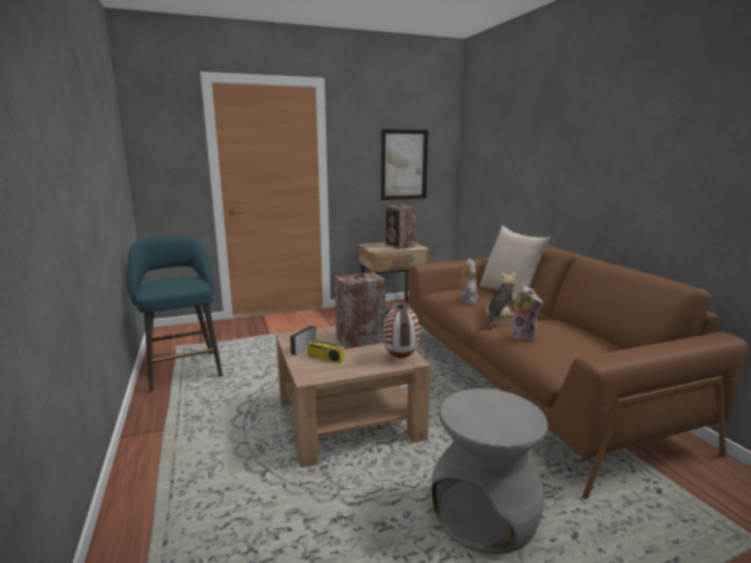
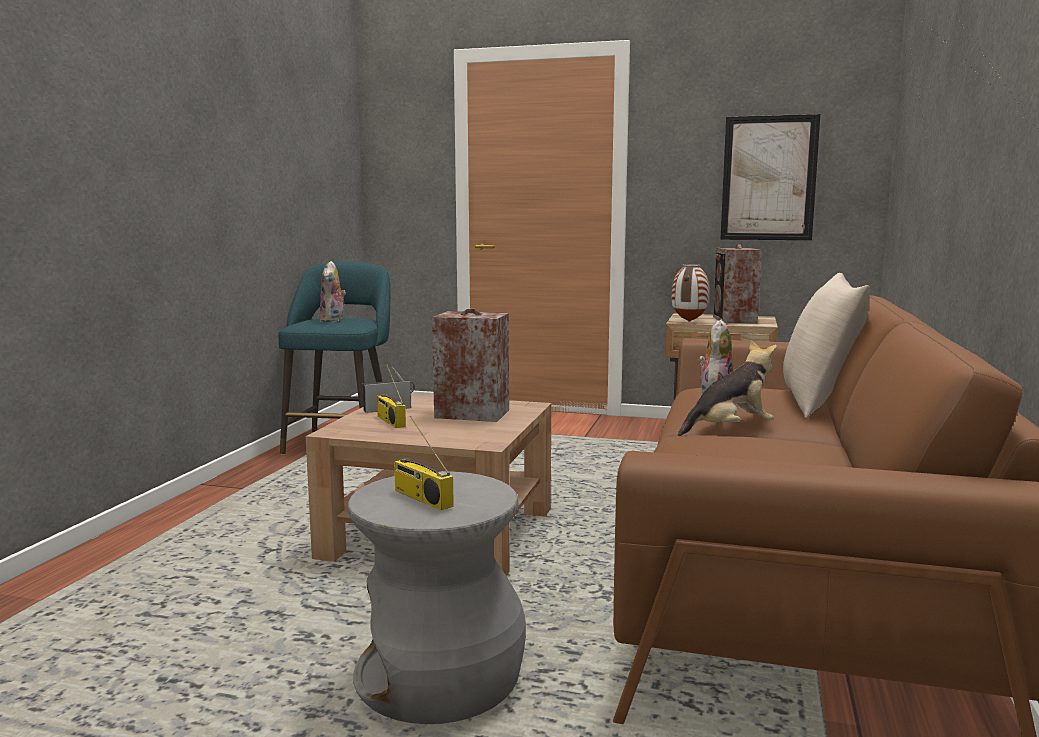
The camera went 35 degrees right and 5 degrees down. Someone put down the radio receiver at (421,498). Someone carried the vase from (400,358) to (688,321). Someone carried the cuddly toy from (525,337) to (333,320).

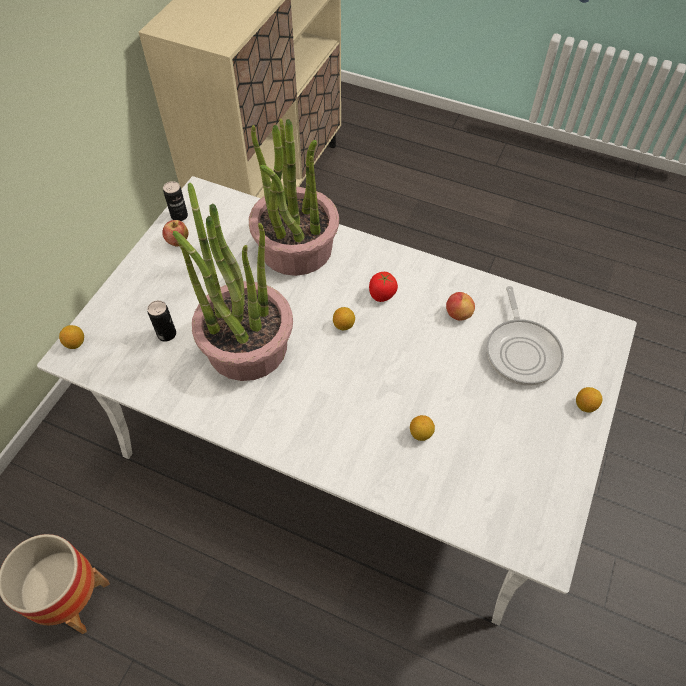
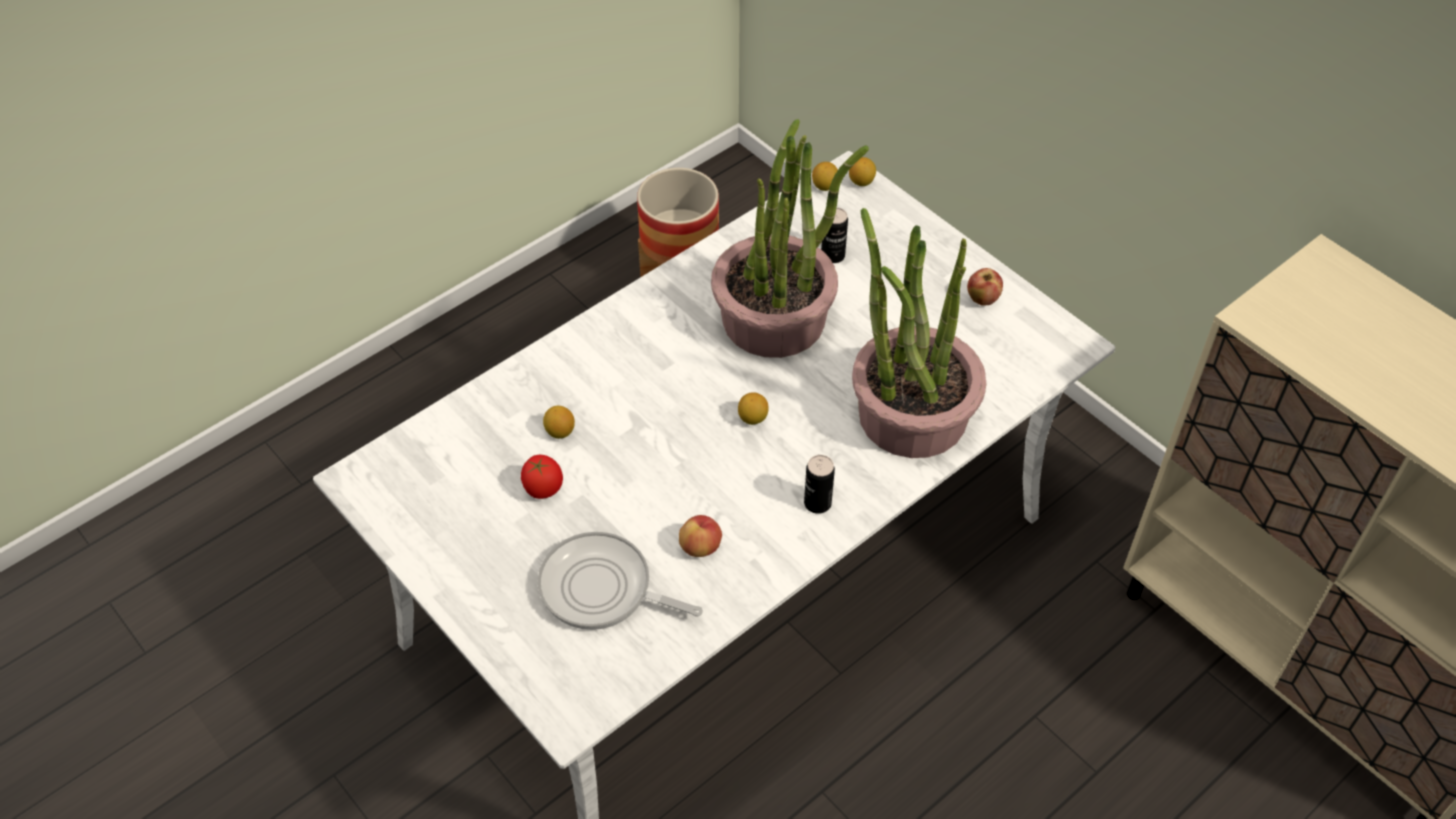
The camera went 115 degrees right and 5 degrees down. Someone carried the metal can from (179,216) to (817,503). Someone carried the whole tomato from (382,295) to (543,488). Someone carried the lemon from (585,405) to (824,186).

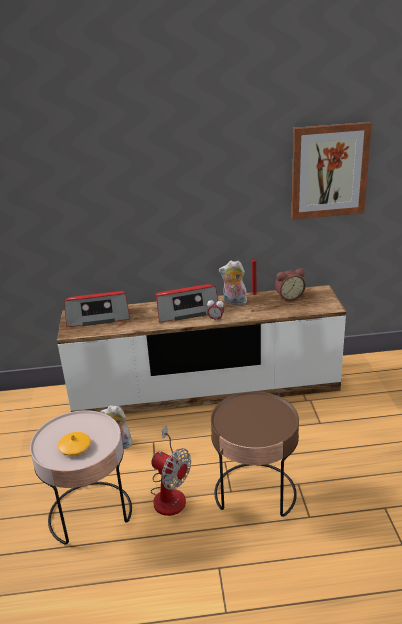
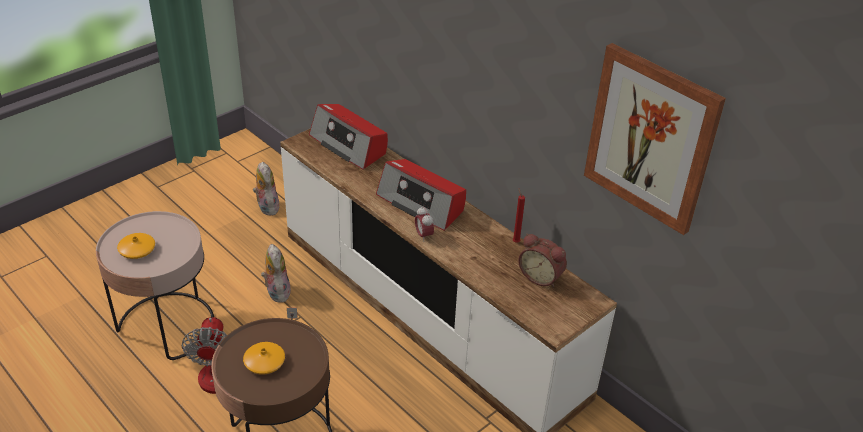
The camera went 50 degrees right and 10 degrees up. Someone put down the vase (orangey) at (264,362). Someone carried the cuddly toy from (234,302) to (266,207).

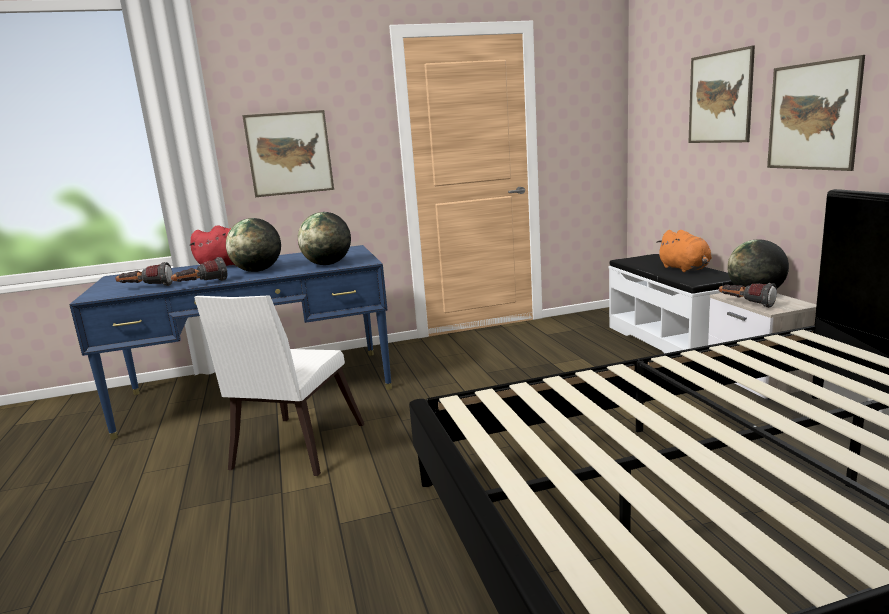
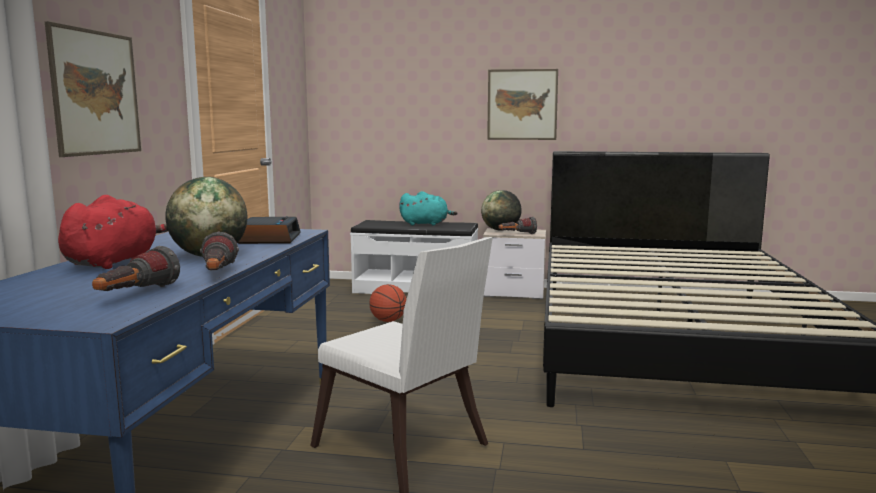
The camera went 65 degrees left and 5 degrees down. Someone took away the wall art at (720,98). Someone put down the ball for basketball at (388,321). Someone swapped the globe at (327,264) for the bedside clock at (268,238). Someone repainted the cuddly toy (orangey) at (685,269), which became the cuddly toy (turquoise-coloured) at (426,224).

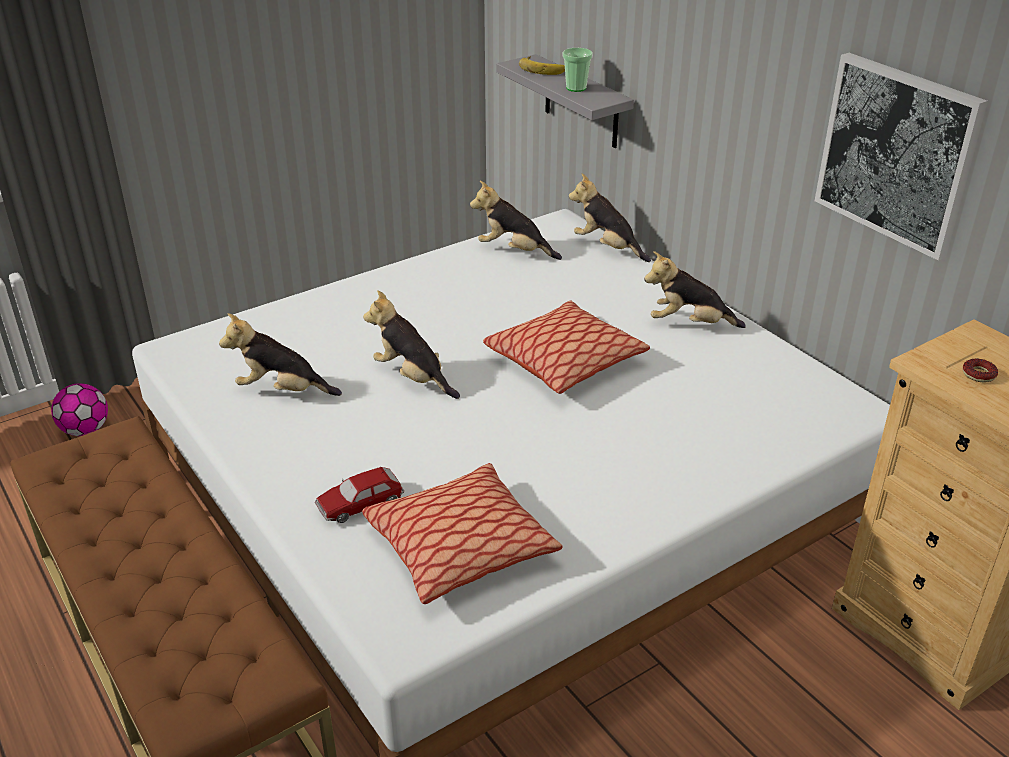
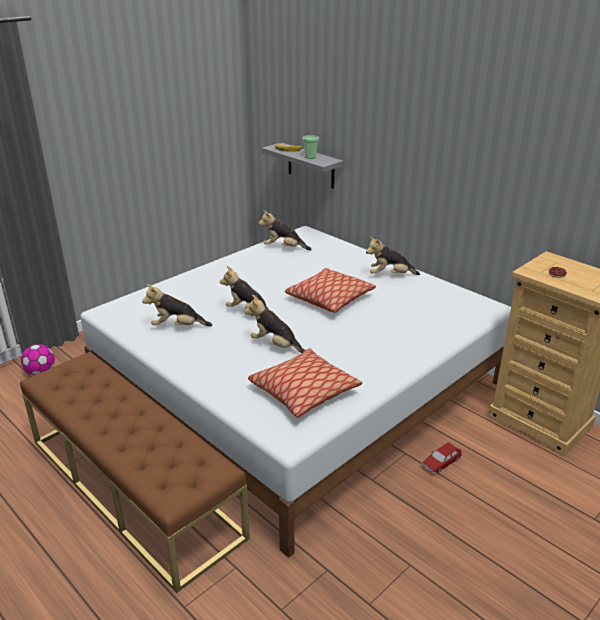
The camera went 10 degrees left and 5 degrees down. Someone took away the wall art at (897,154). Someone carried the model car from (360,504) to (441,462). Someone carried the cuddly toy from (607,247) to (276,346).

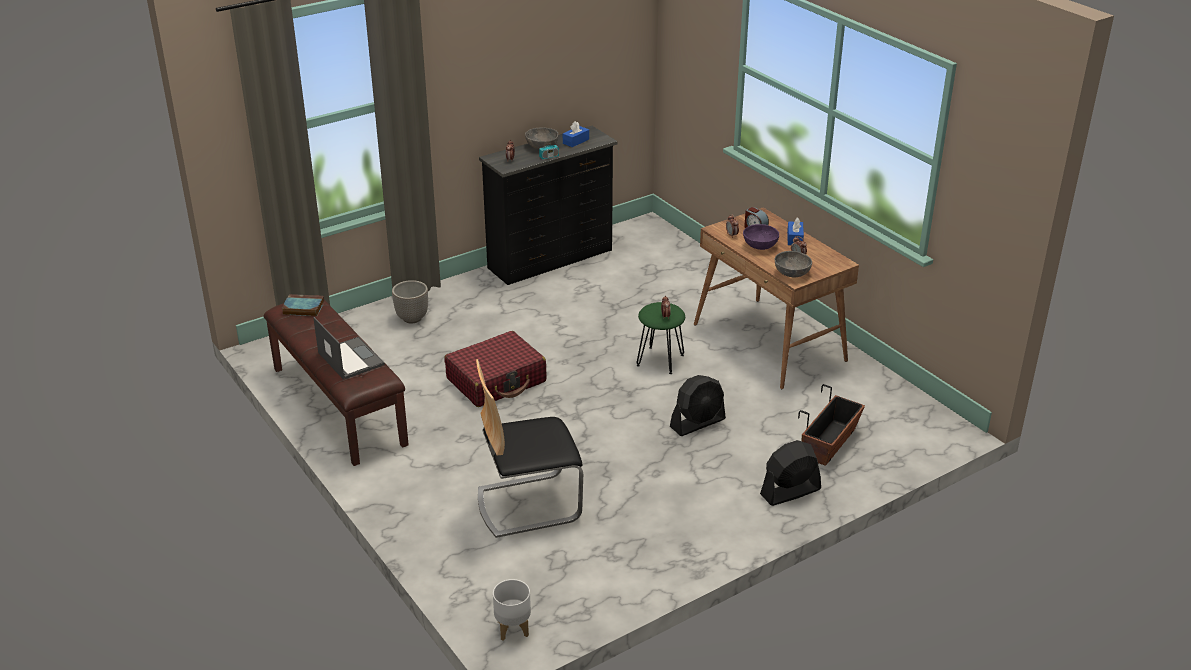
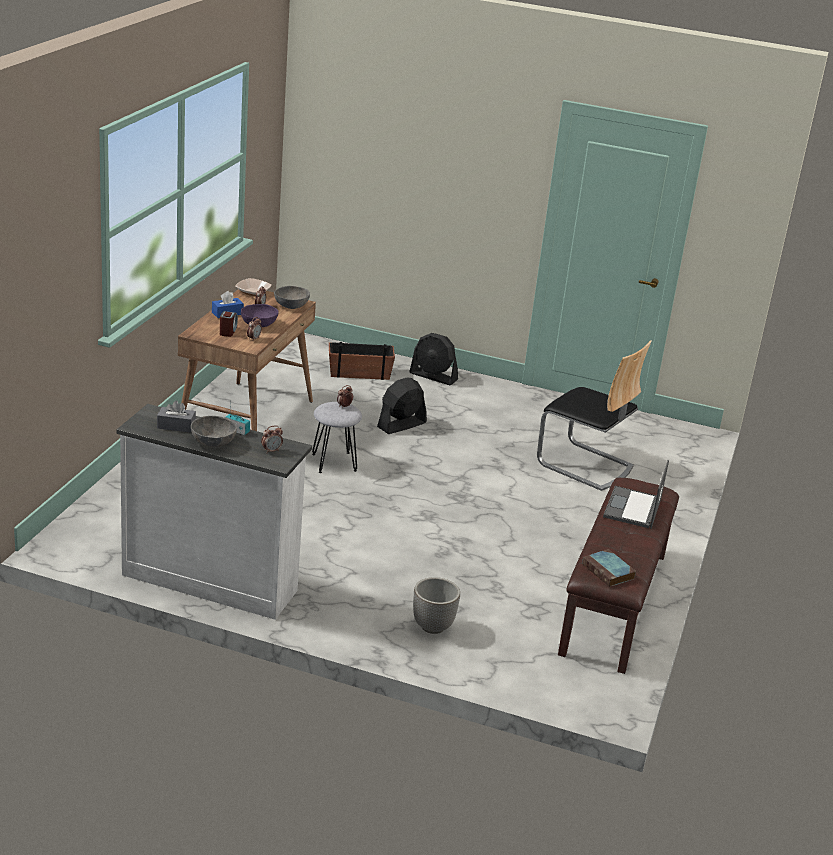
The camera went 130 degrees left and 5 degrees down. Someone took away the piece of luggage (reddish) at (496,380). Someone took away the plant pot (whitish) at (512,629). Someone put down the deep dish at (253,292). Someone repainted the chest of drawers (black-coloured) at (552,259), which became the chest of drawers (whitish) at (210,581). Someone repainted the tissue box (bluish) at (576,141), which became the tissue box (grey) at (176,426). Someone repainted the stool (green-coloured) at (660,360), which became the stool (grey) at (334,462). Someone rotated the electric fan (black-coloured) at (698,423) by 60 degrees counterclockwise.

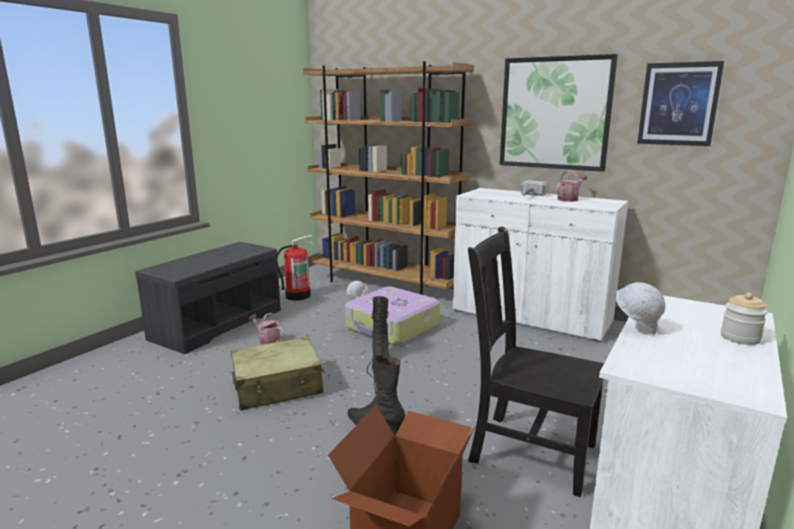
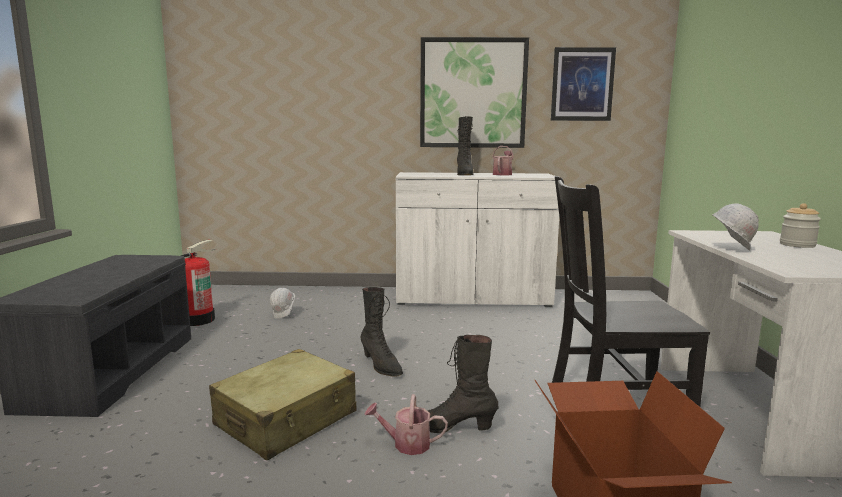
The camera went 30 degrees left and 5 degrees down. Someone took away the bookcase (brown) at (386,285). Someone took away the piece of luggage at (392,327). Someone carried the watering pot from (267,340) to (406,444). Someone swapped the hammer at (529,196) for the boot (black-coloured) at (464,174).

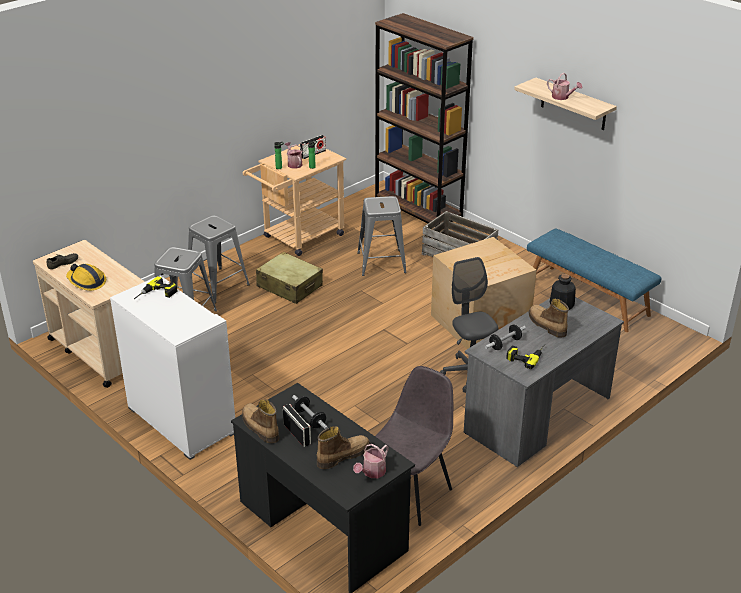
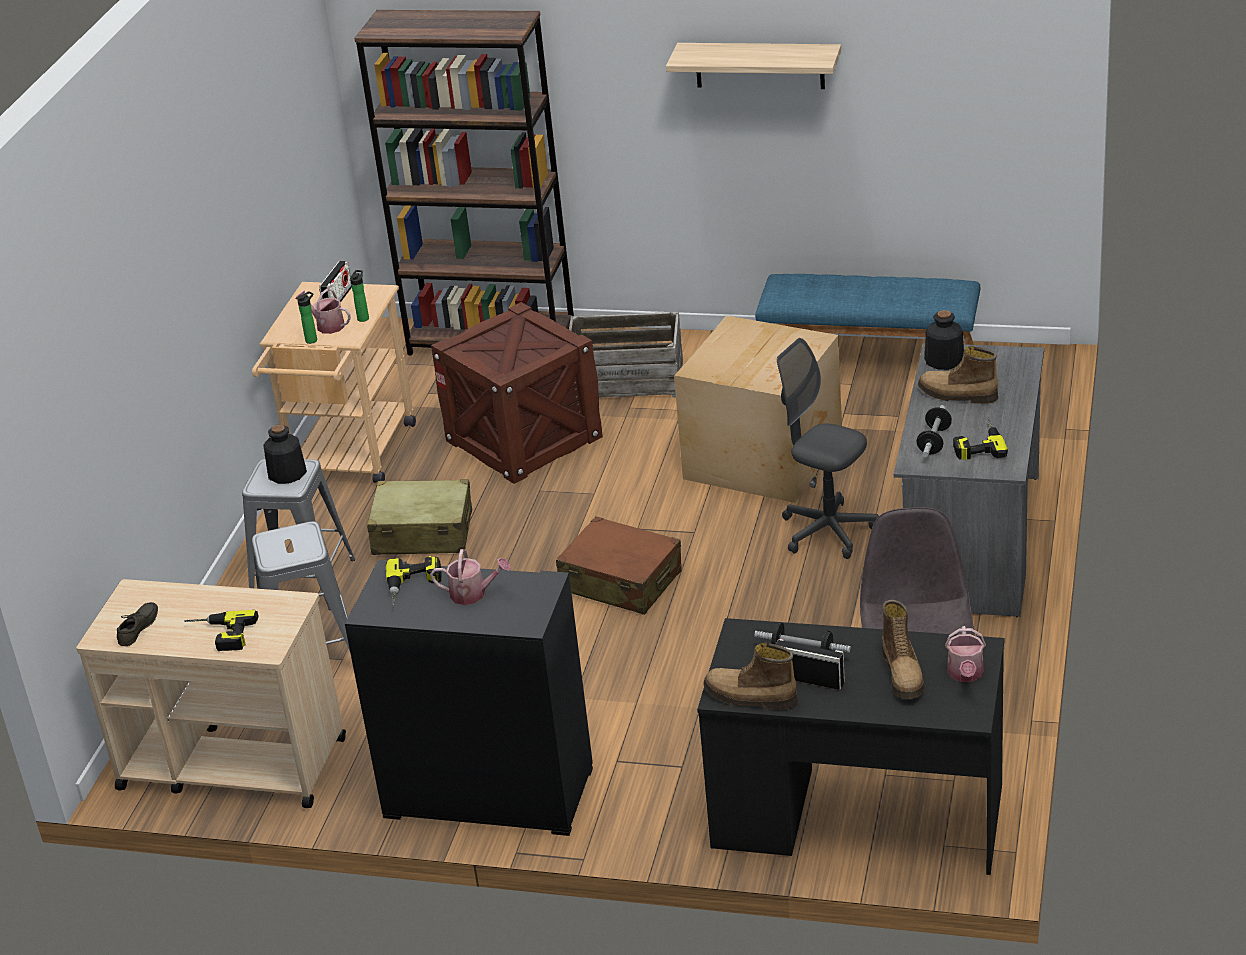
The camera went 30 degrees left and 0 degrees up. Someone put down the beverage bottle at (287,474). Someone put down the piece of luggage (brown) at (620,581). Someone carried the watering pot from (562,97) to (473,594). Someone swapped the safety helmet at (86,282) for the power drill at (219,635). Someone swapped the stool (grey) at (381,263) for the packing crate at (524,438). Someone repainted the storage cabinet (whitish) at (180,420), which became the storage cabinet (black-coloured) at (487,793). Someone rotated the boot at (343,455) by 150 degrees clockwise.

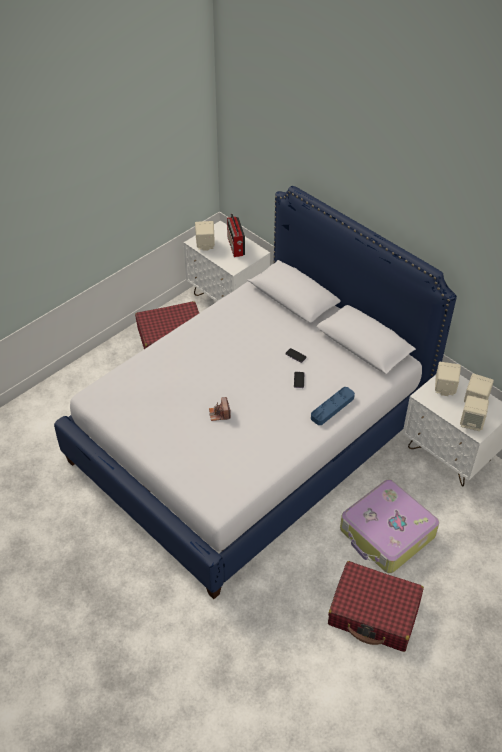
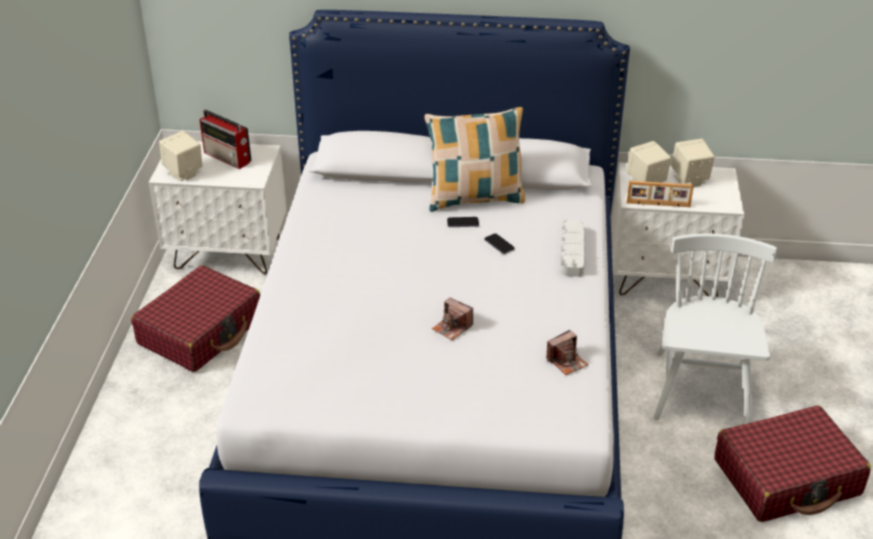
The camera went 40 degrees left and 10 degrees down. Someone took away the speaker (beige-coloured) at (471,423). Someone put down the pillow at (475,199). Someone put down the photo camera at (566,361). Someone put down the photo frame at (658,205). Someone swapped the piece of luggage at (387,534) for the upright chair (whitish) at (702,391). Someone repainted the serving tray (bluish) at (332,408), which became the serving tray (grey) at (572,251).

